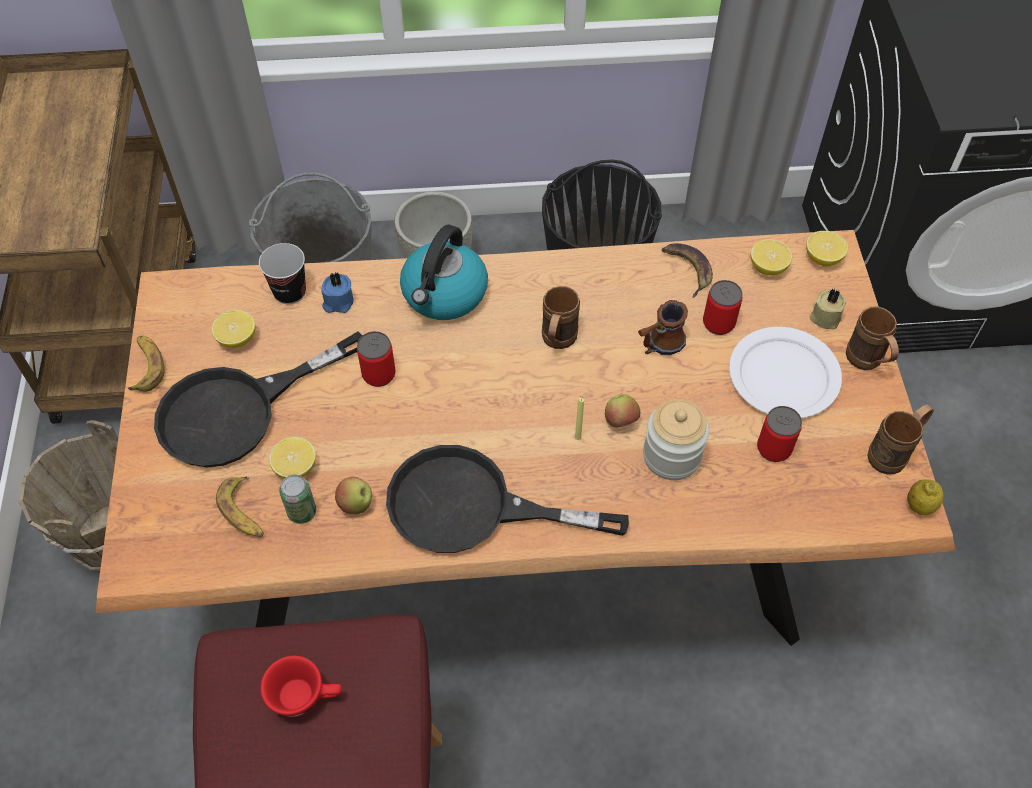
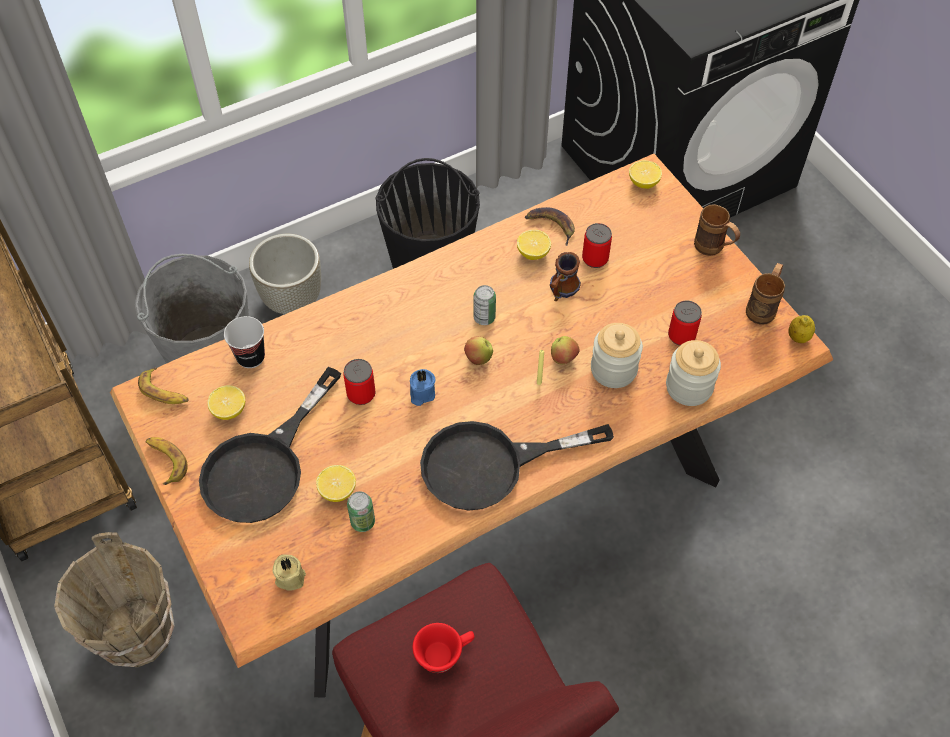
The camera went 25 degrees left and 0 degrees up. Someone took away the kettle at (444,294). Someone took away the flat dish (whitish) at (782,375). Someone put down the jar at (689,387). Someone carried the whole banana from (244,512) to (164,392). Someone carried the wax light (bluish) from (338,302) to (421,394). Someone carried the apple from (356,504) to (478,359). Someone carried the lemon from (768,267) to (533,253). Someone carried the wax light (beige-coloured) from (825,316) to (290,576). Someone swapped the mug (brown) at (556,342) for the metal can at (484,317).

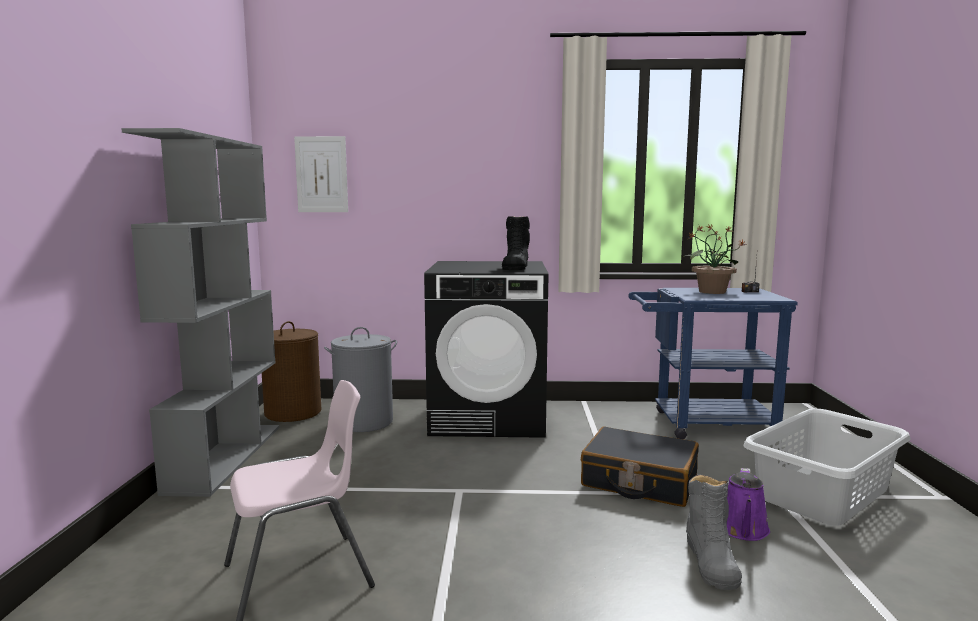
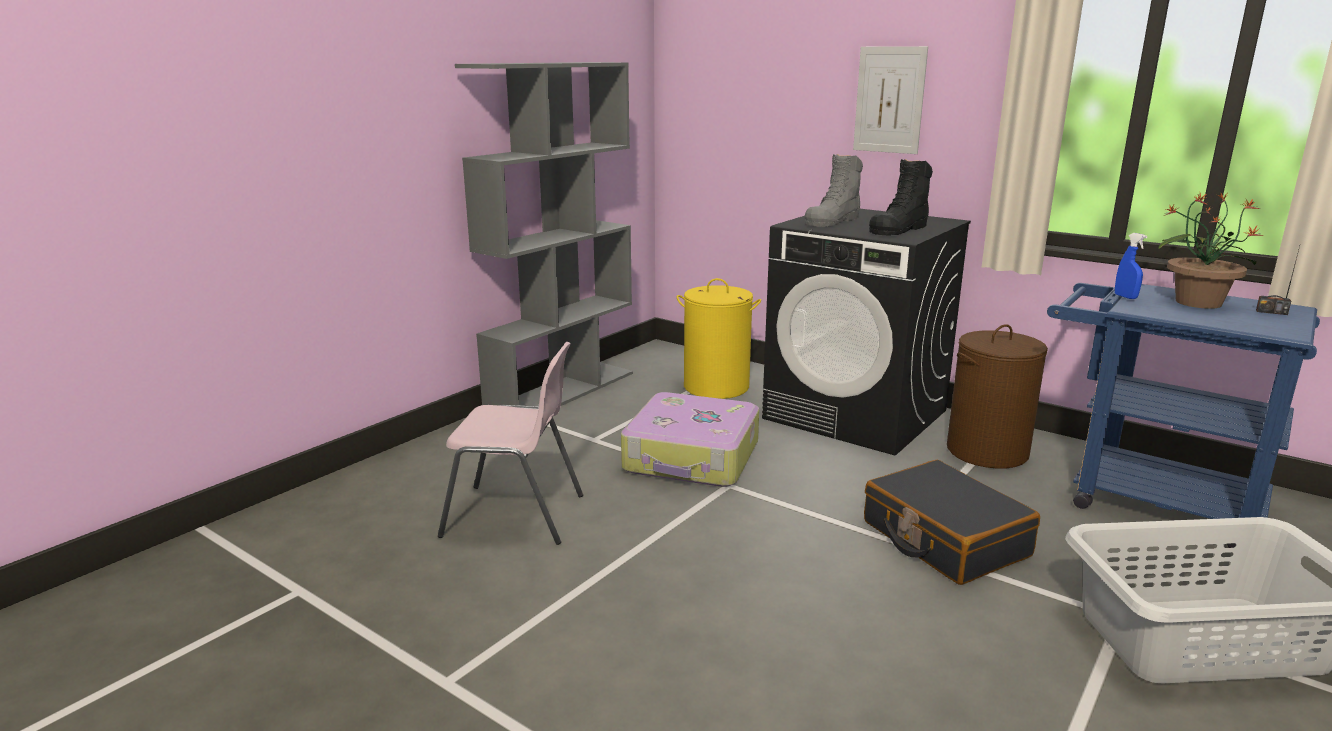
The camera went 35 degrees right and 10 degrees up. Someone took away the watering pot (purplish) at (743,531). Someone put down the piece of luggage at (692,457). Someone put down the sprayer (bluish) at (1125,297). Someone carried the hamper (brown) from (293,412) to (987,451). Someone carried the wall art from (321,174) to (889,100). Someone carried the boot (grey) from (711,561) to (833,221). Someone repainted the hamper (grey) at (364,422), which became the hamper (yellow) at (717,387).

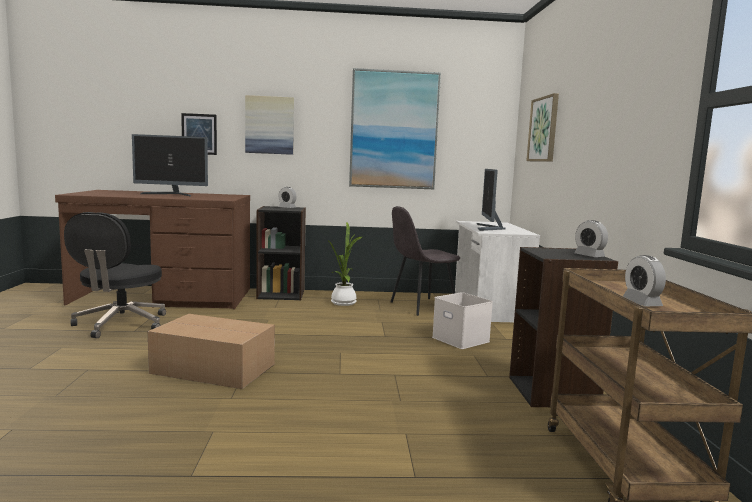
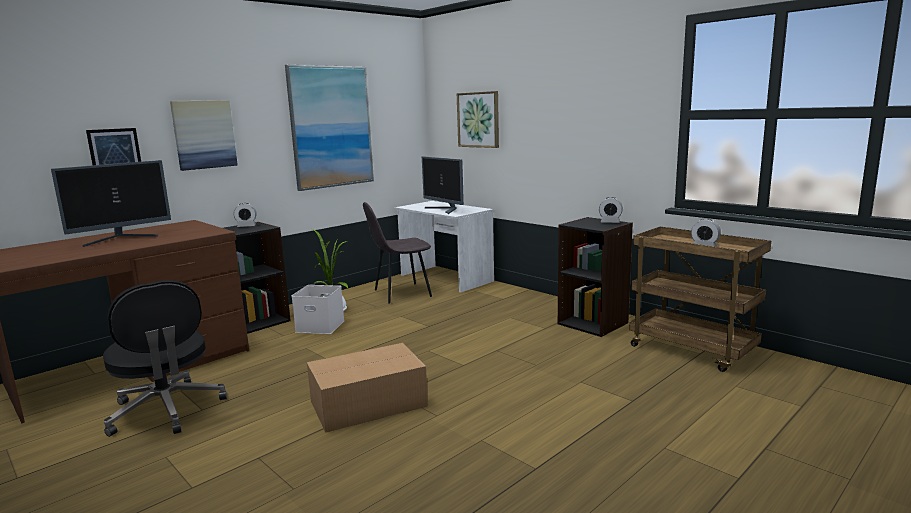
The camera went 40 degrees left and 5 degrees up. Someone carried the storage box (whitish) from (459,339) to (319,326). Someone rotated the upright chair (grey) at (421,307) by 45 degrees clockwise.

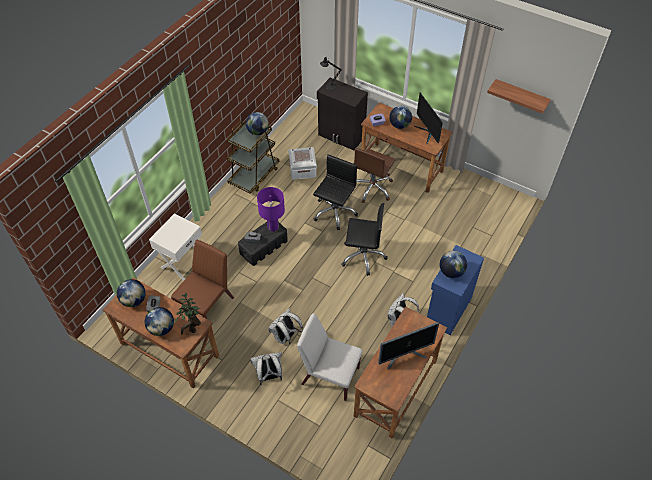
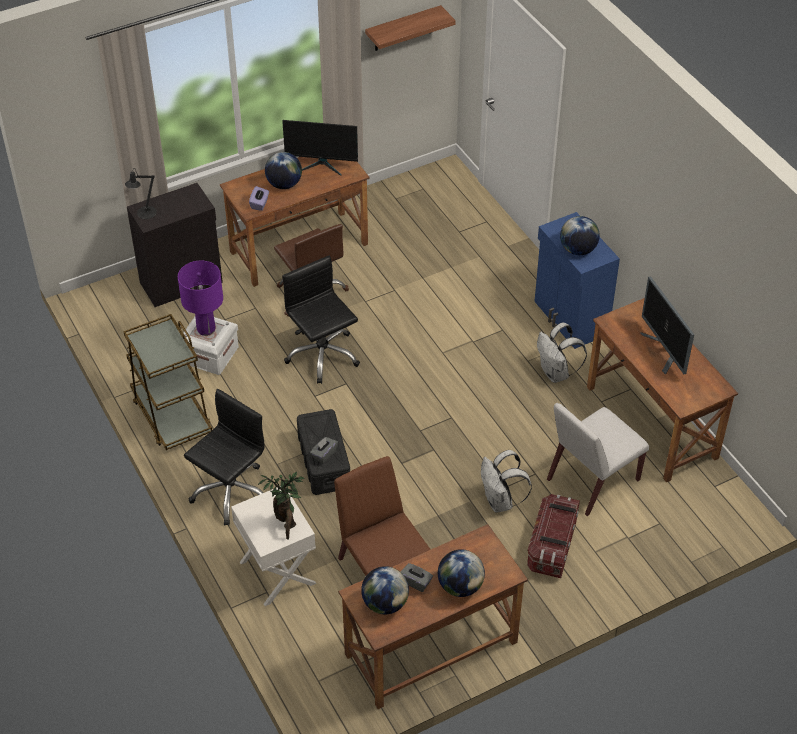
The camera went 60 degrees left and 5 degrees down. Someone took away the globe at (258,132). Someone carried the plant in a pot from (193,328) to (286,524). Someone carried the table lamp (purplish) from (273,227) to (206,329). Someone carried the office chair (black-coloured) from (363,256) to (230,492). Someone swapped the knapsack (whitish) at (269,376) for the storage box at (552,546). Someone rotated the computer display at (404,355) by 150 degrees clockwise.

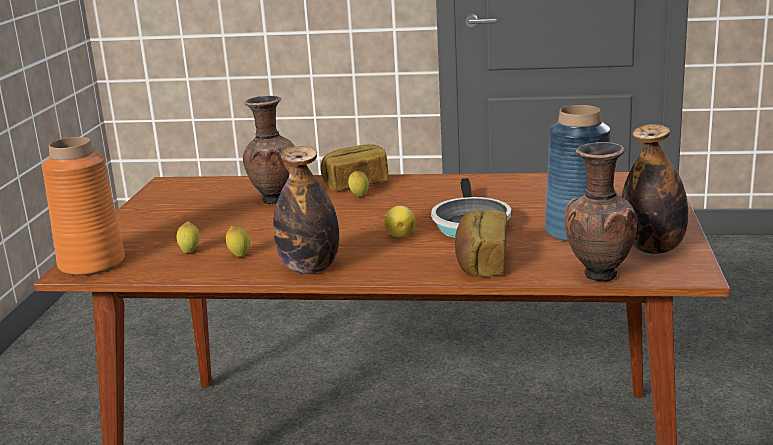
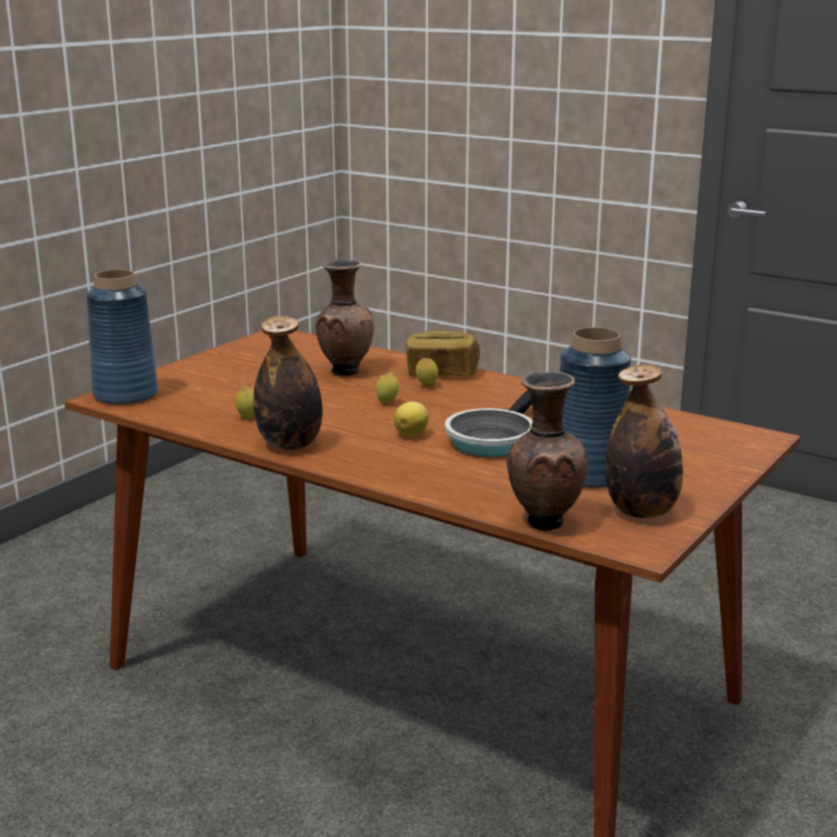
The camera went 25 degrees right and 0 degrees up. Someone took away the bread at (481,262). Someone carried the lemon from (190,252) to (387,403). Someone repainted the vase (orangey) at (92,264), which became the vase (bluish) at (125,395).

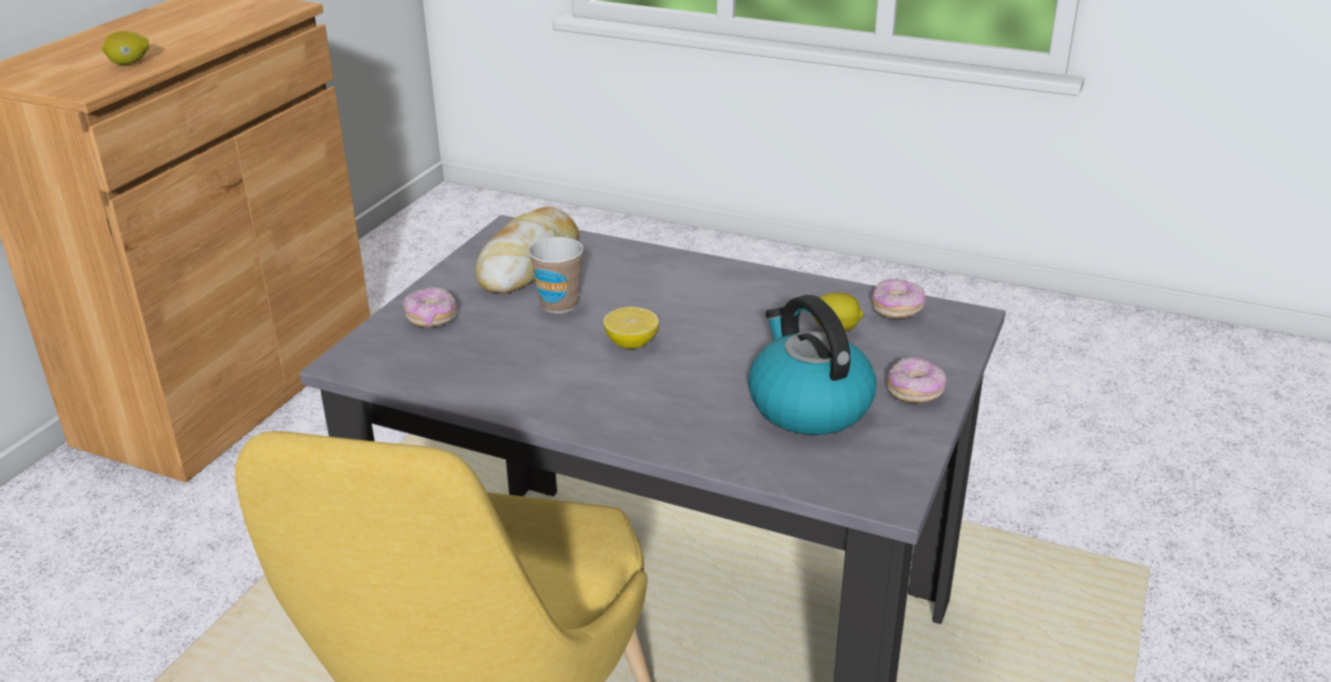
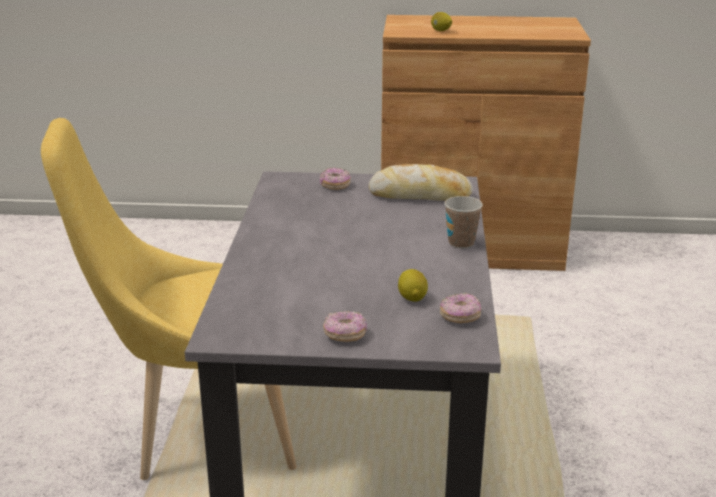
The camera went 70 degrees right and 5 degrees down. Someone took away the lemon at (631,343). Someone took away the kettle at (808,405). Someone carried the cup from (559,304) to (461,243).

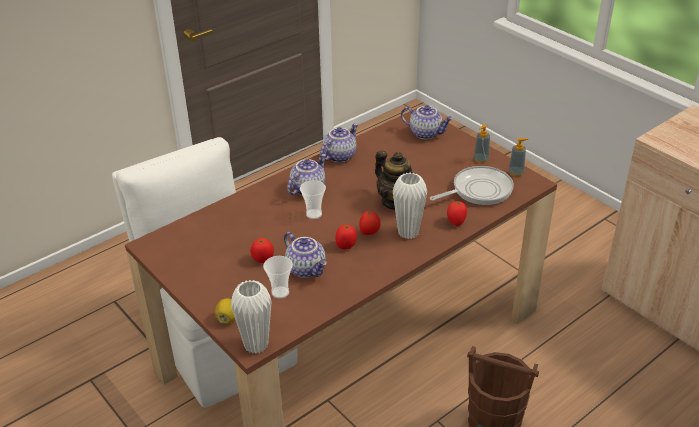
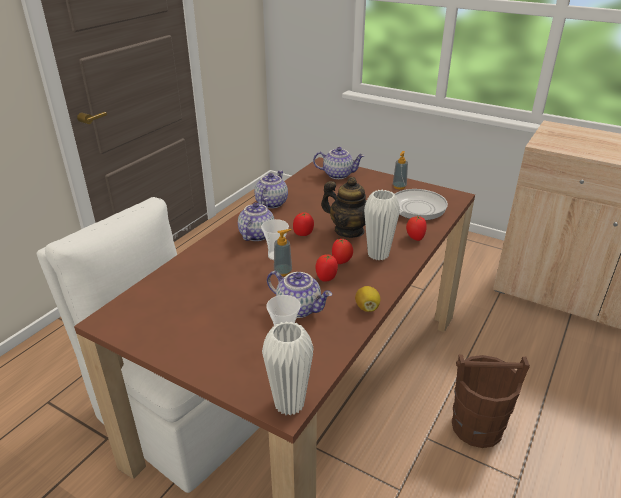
The camera went 20 degrees left and 5 degrees down. Someone carried the lemon from (228,318) to (367,307). Someone carried the whole tomato from (263,259) to (303,234). Someone carried the soap dispenser from (516,173) to (283,271).

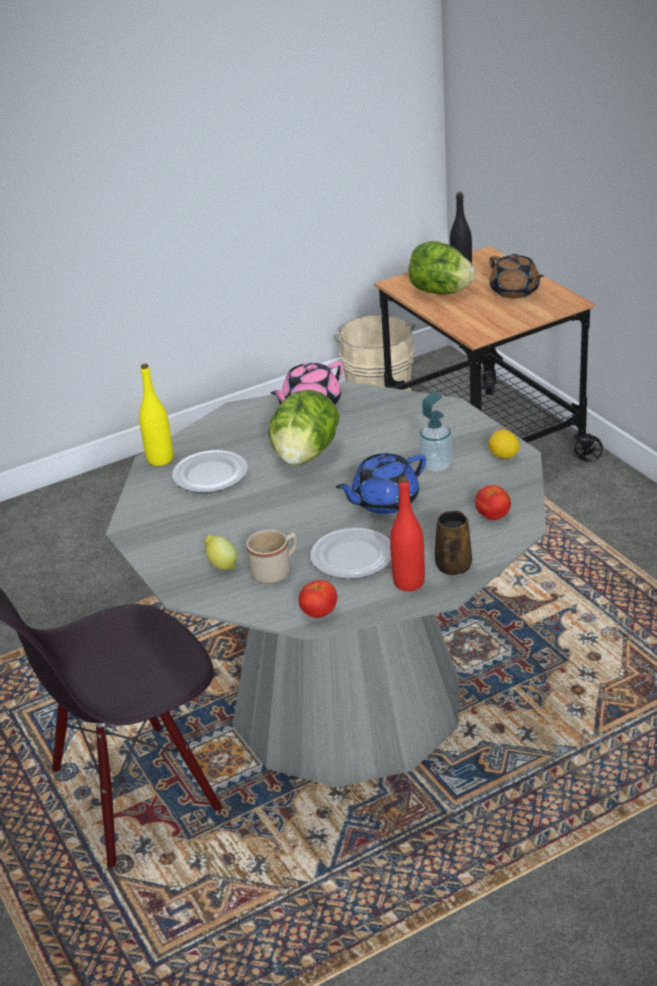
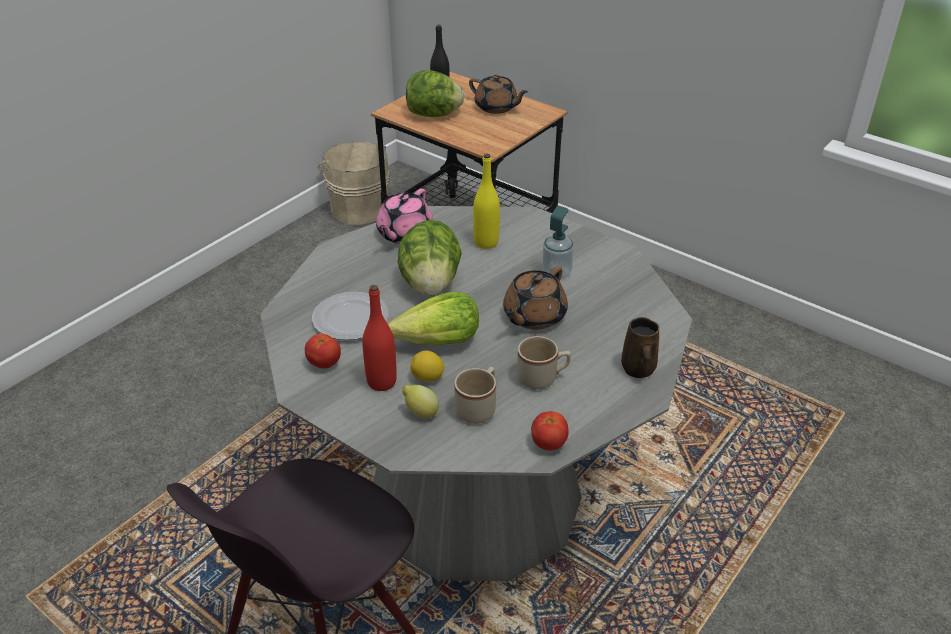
The camera went 25 degrees left and 5 degrees up. Someone put down the lettuce head at (439,342). Someone carried the beverage bottle (yellow) from (160,459) to (486,242). Someone carried the beverage bottle (reddish) from (409,583) to (381,382). Someone carried the whole tomato from (493,516) to (324,363). Someone carried the lemon from (503,457) to (427,378). Someone swapped the flat dish at (353,557) for the mug (beige-coloured) at (542,378). Someone repainted the pot for tea (bluish) at (384,501), which became the pot for tea (brown) at (533,316).

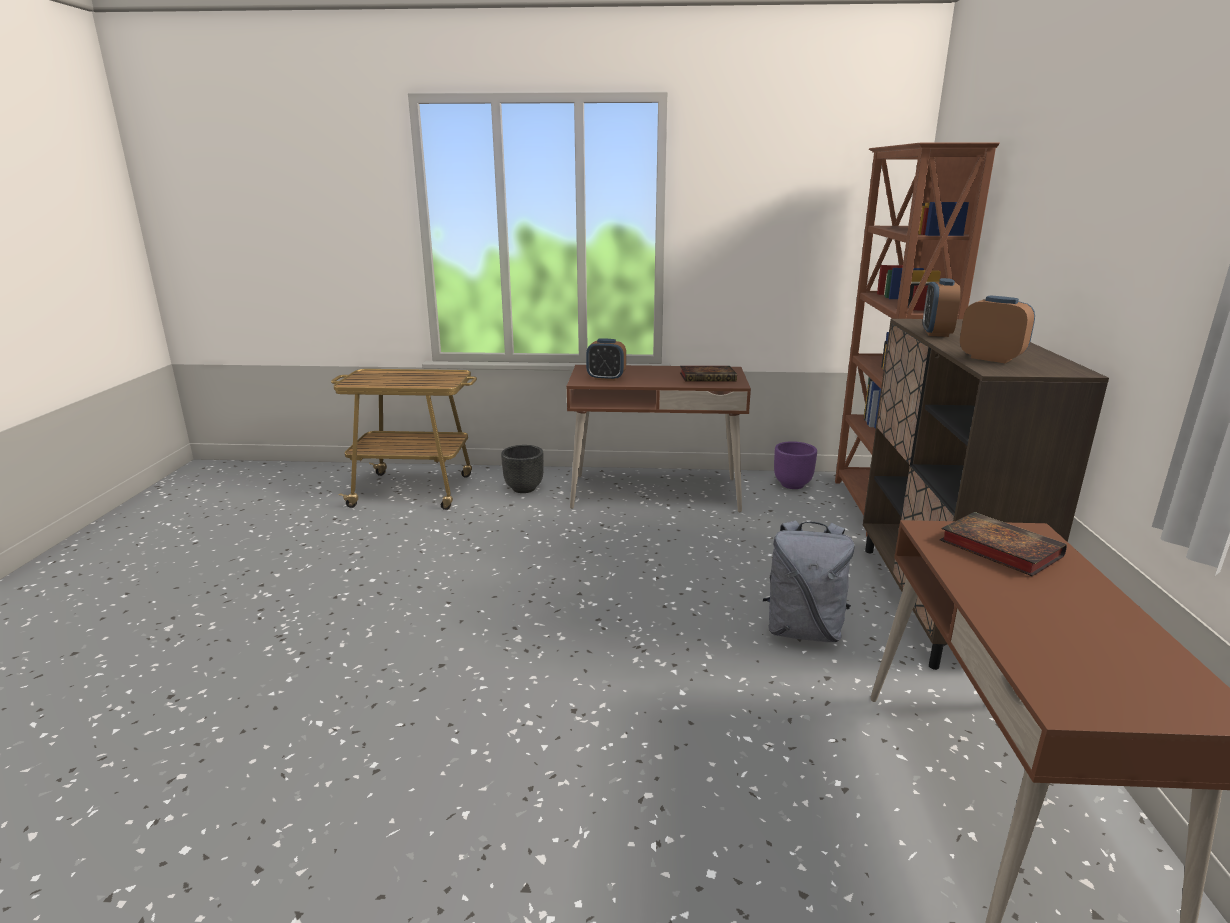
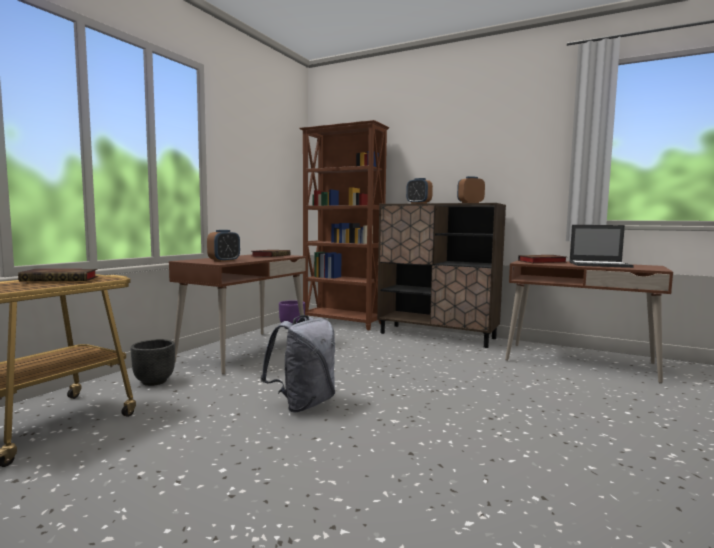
The camera went 65 degrees left and 15 degrees down. Someone put down the volume at (62,279). Someone put down the portable computer at (600,265). Someone carried the knapsack (grey) from (803,630) to (303,404).

